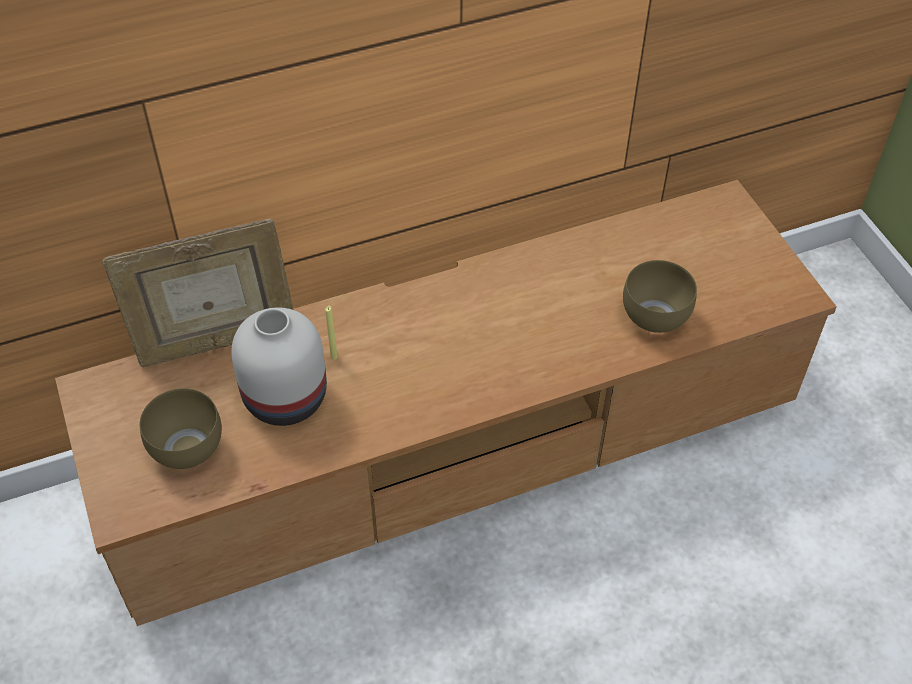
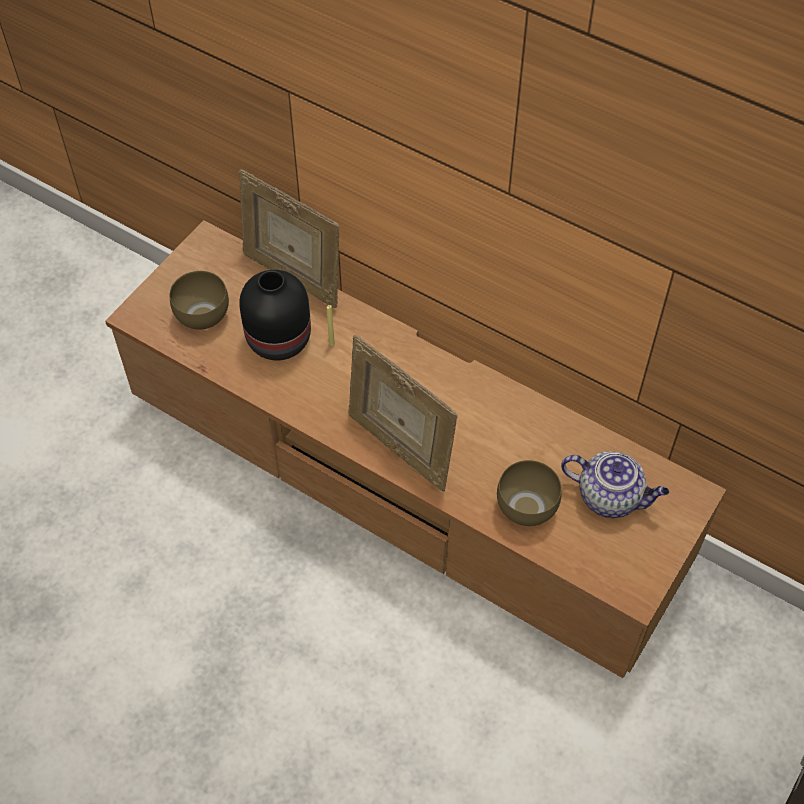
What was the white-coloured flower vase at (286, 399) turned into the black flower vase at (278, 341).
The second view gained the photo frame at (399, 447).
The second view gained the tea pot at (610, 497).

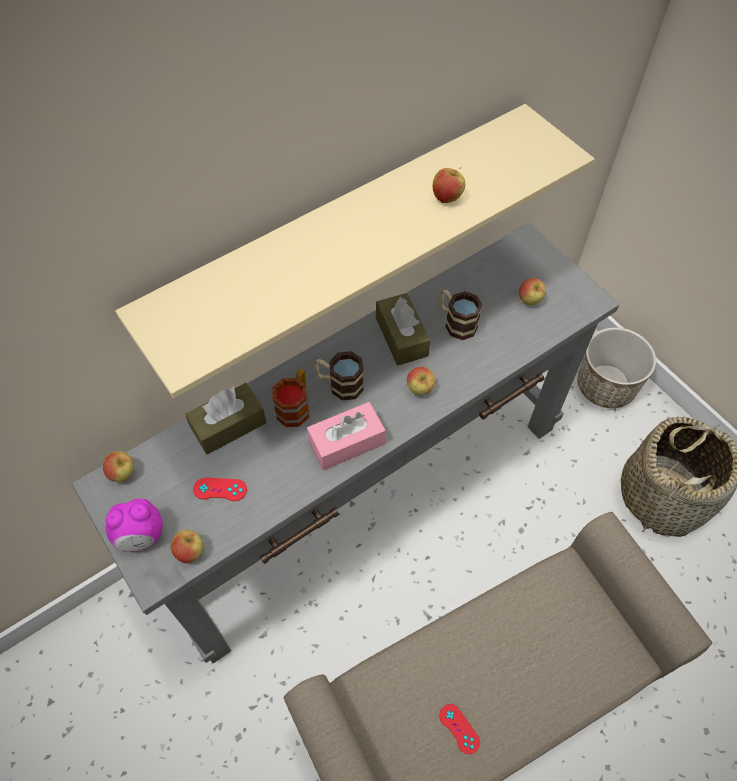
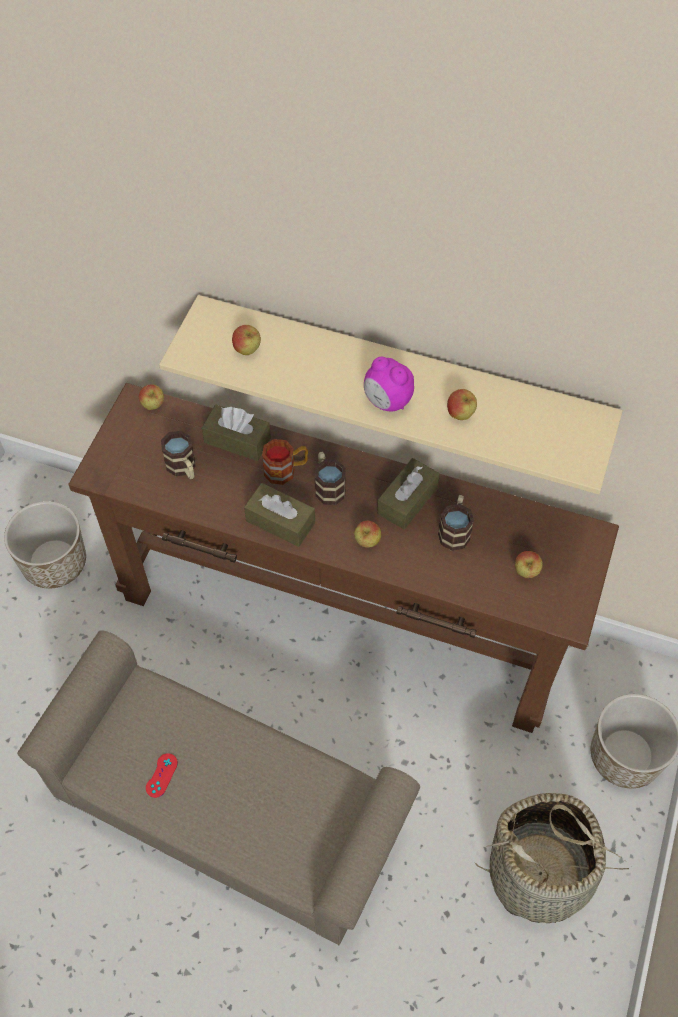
What was the gray console table at (366, 496) turned into the brown-coloured console table at (340, 618).
What was the pinkish tissue box at (346, 443) turned into the brown-coloured tissue box at (280, 521).
Where the red gamepad stood at (220, 489), the coffee mug came to stand at (183, 468).
The bedside clock ended up elsewhere, having gone from (141, 536) to (387, 402).
The whole apple ended up elsewhere, having gone from (190, 552) to (247, 350).
The second view gained the planter at (55, 563).

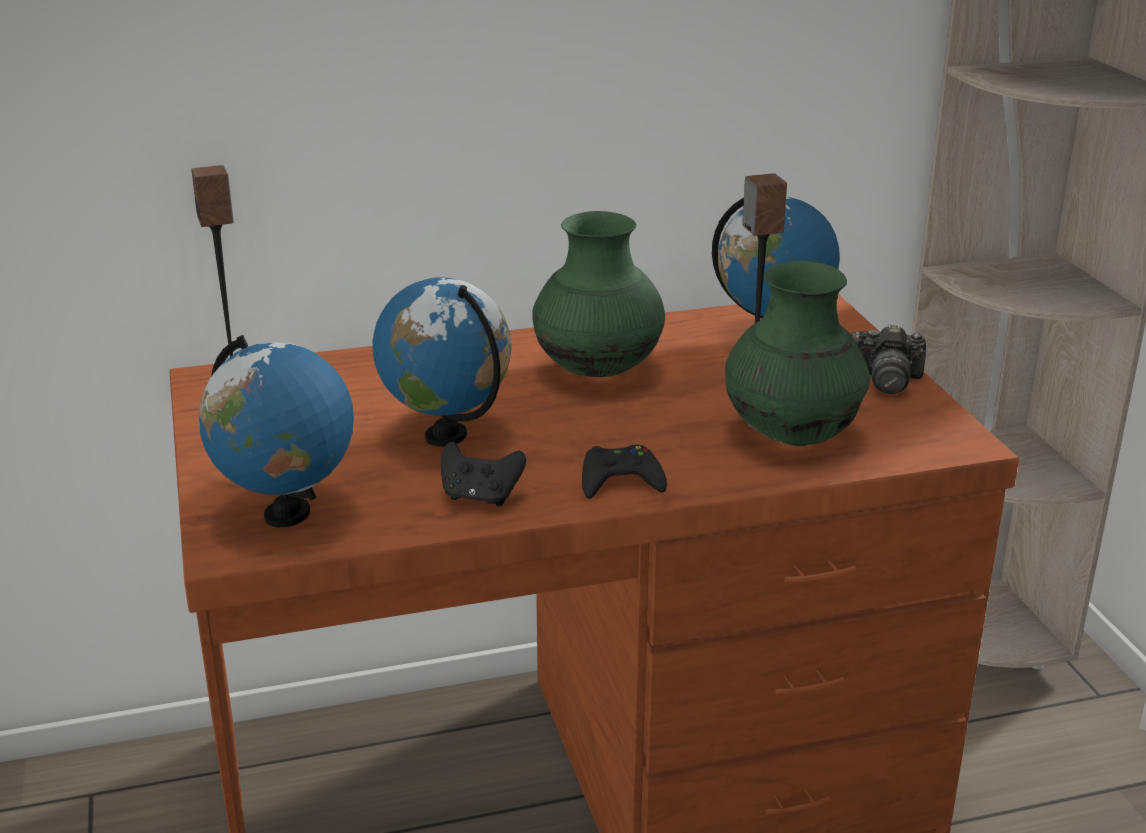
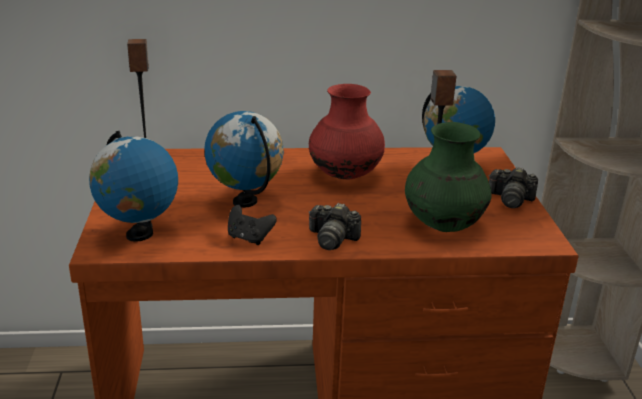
What was the green flower vase at (598, 371) turned into the red flower vase at (345, 175).
Where the black gamepad stood at (620, 481), the still camera came to stand at (332, 239).

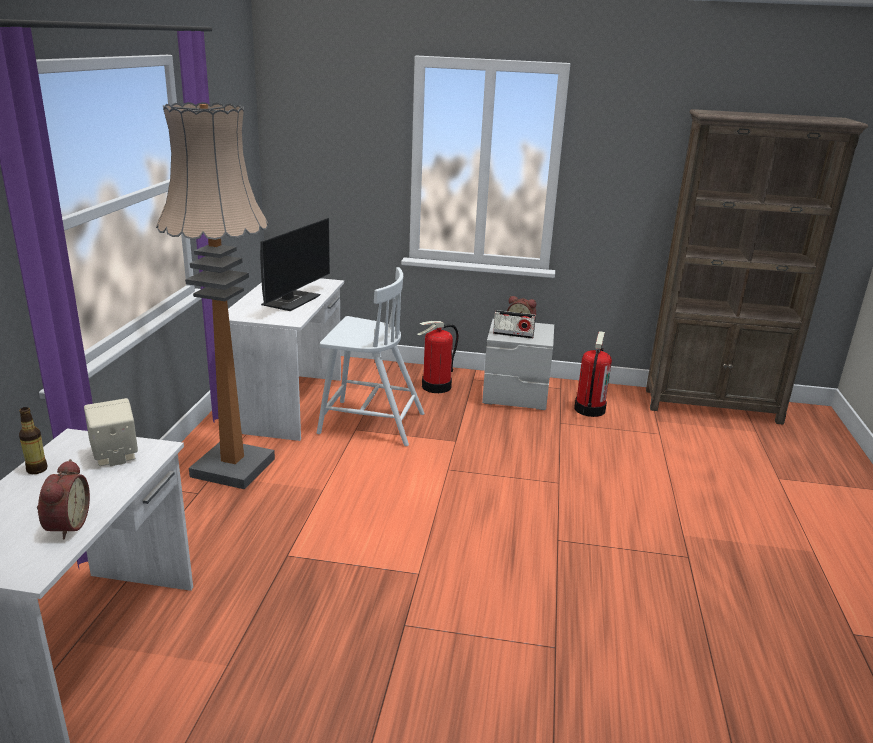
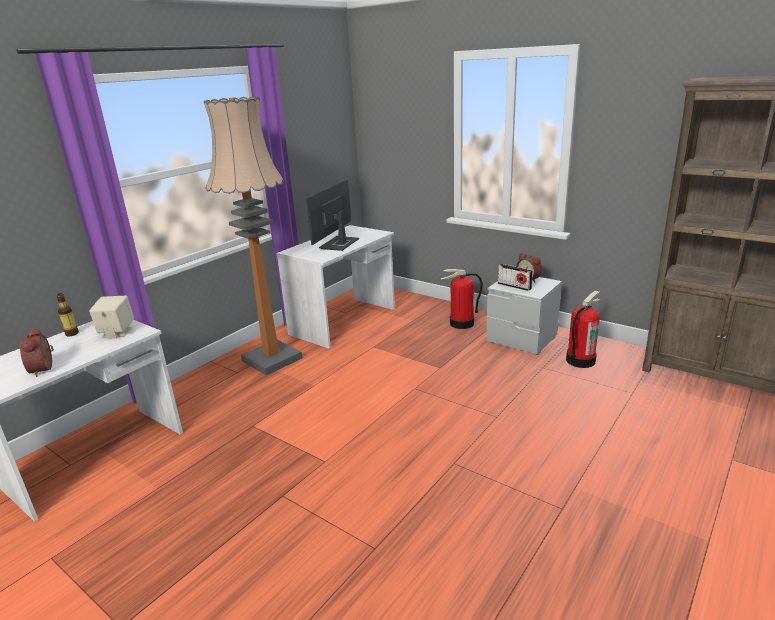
The computer display at (292, 300) ended up facing another way, 150 degrees clockwise from before.
The second view lost the white-coloured plain chair at (369, 423).
The bedside clock at (65, 525) ended up facing another way, 135 degrees clockwise from before.

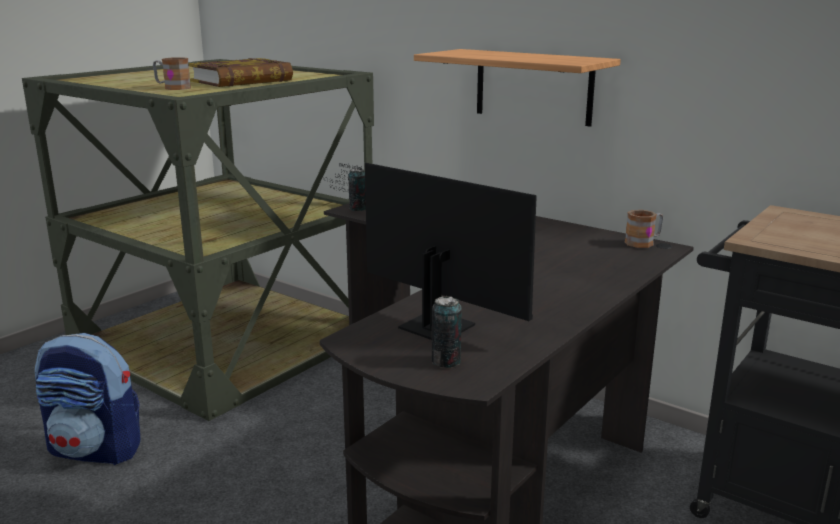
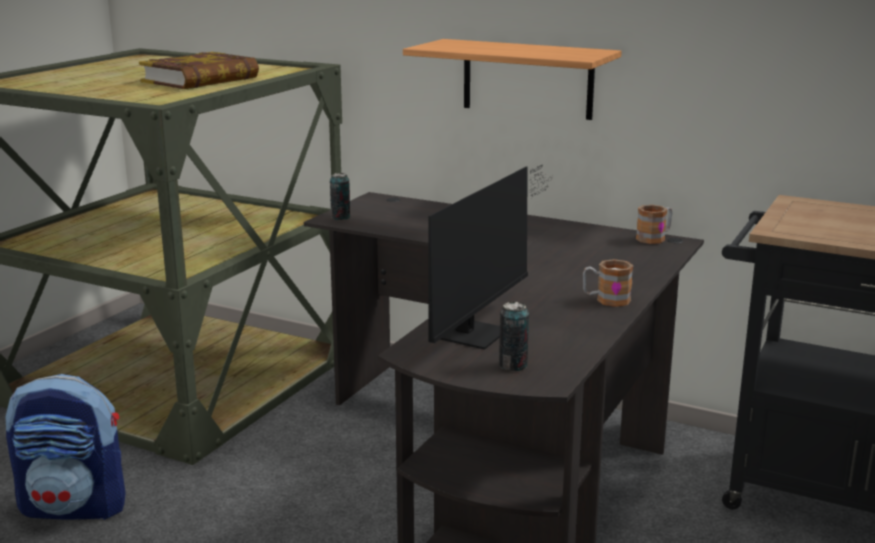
The coffee mug ended up elsewhere, having gone from (172, 88) to (606, 300).
The computer display at (430, 322) ended up facing another way, 90 degrees clockwise from before.

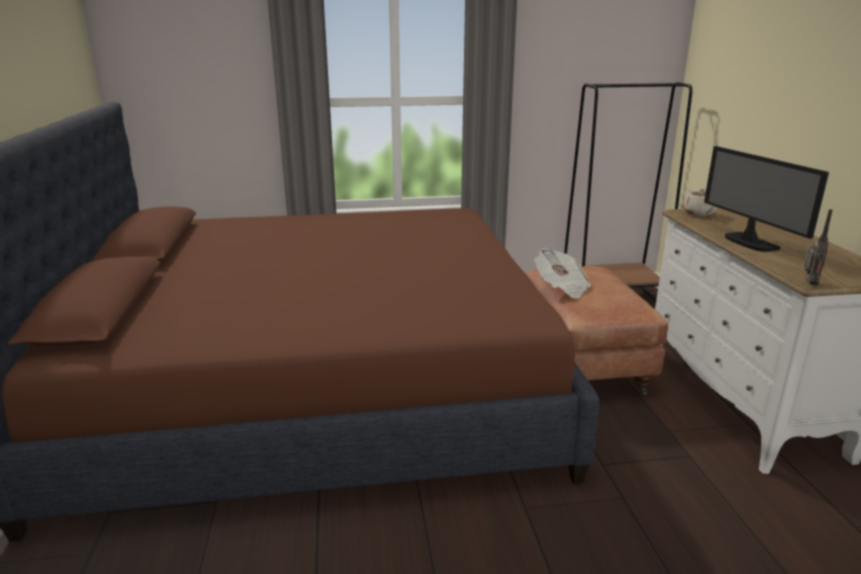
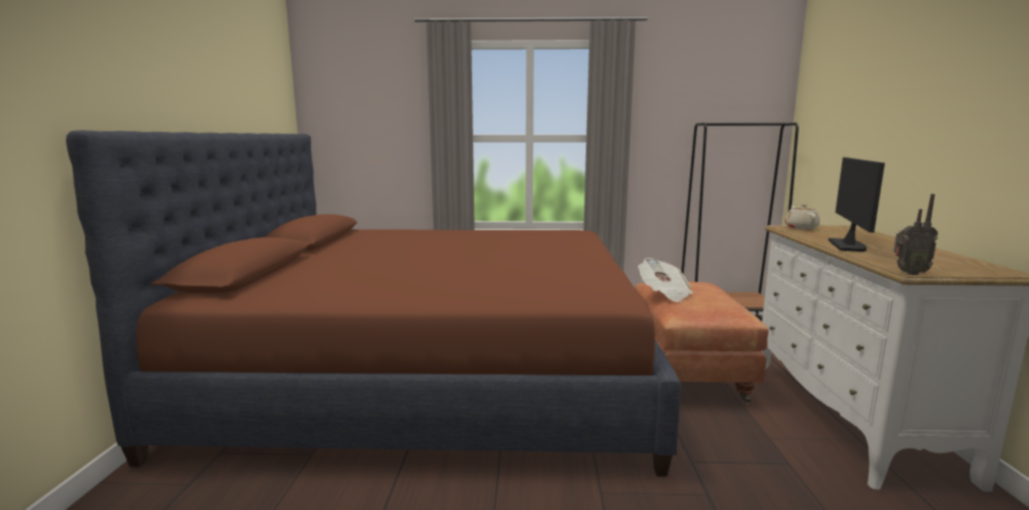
The computer display at (748, 243) ended up facing another way, 150 degrees counterclockwise from before.
The radio at (808, 284) ended up facing another way, 60 degrees clockwise from before.

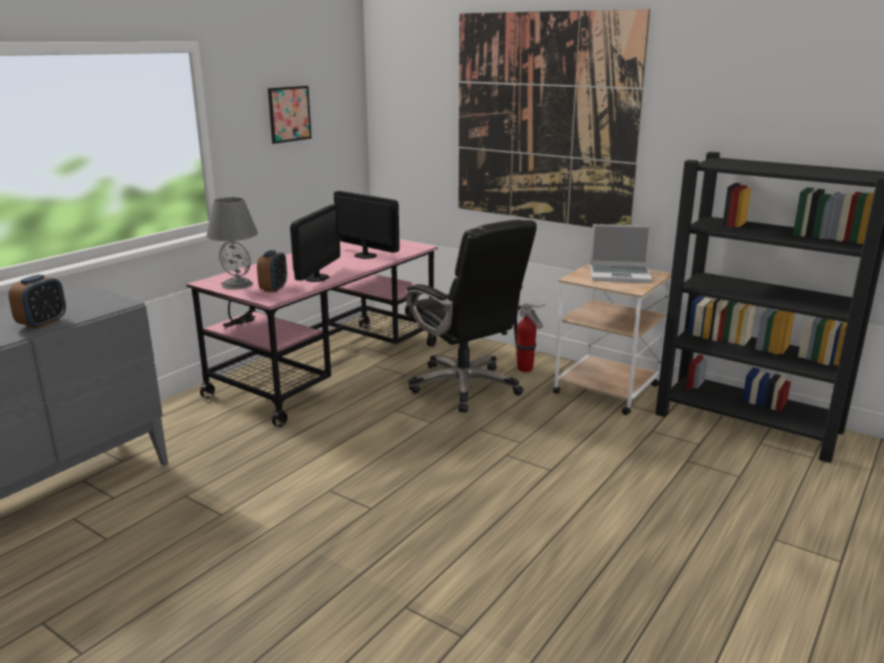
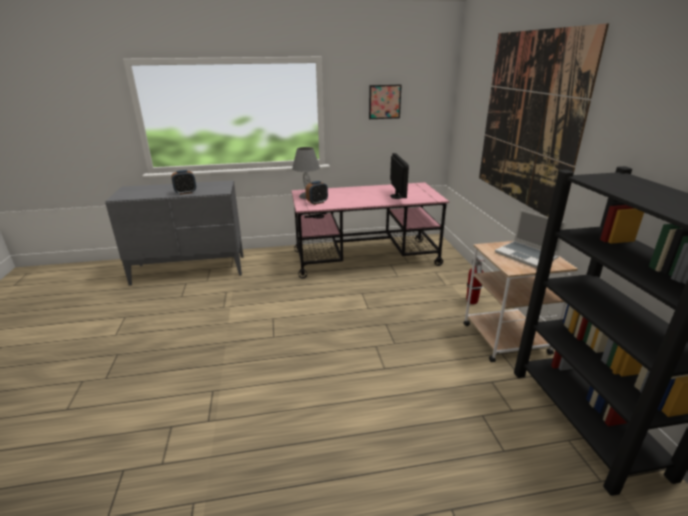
The second view lost the computer display at (316, 278).
The second view lost the black office chair at (464, 386).

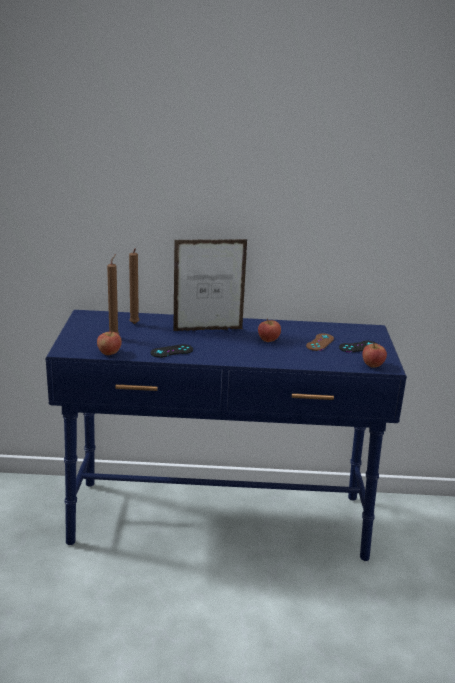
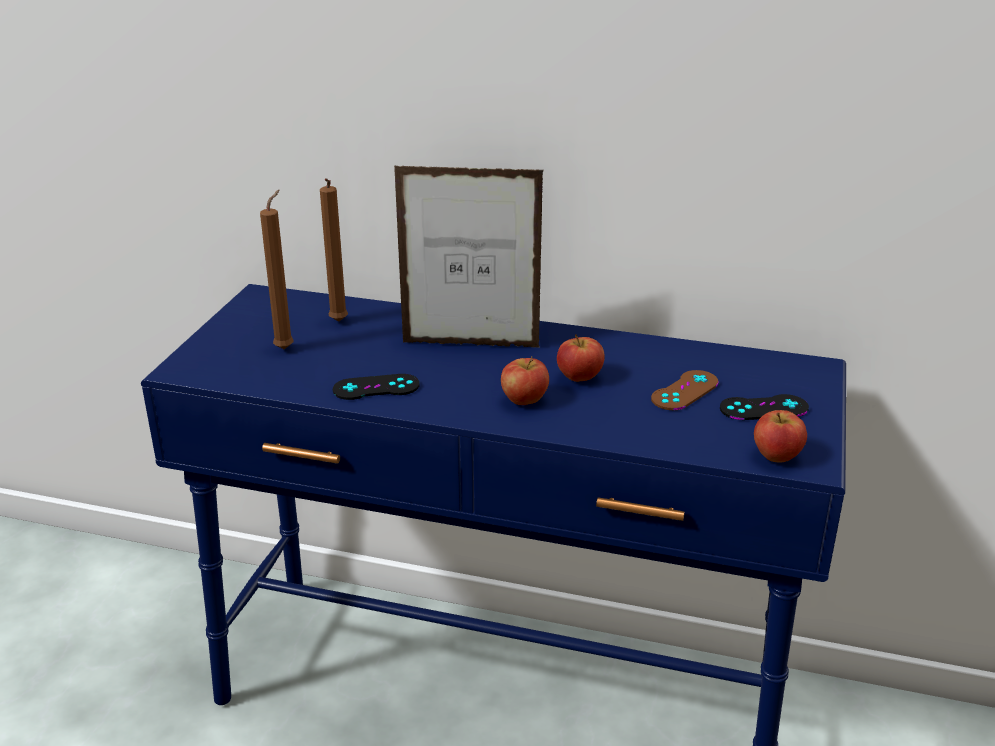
The whole apple ended up elsewhere, having gone from (109, 353) to (524, 400).

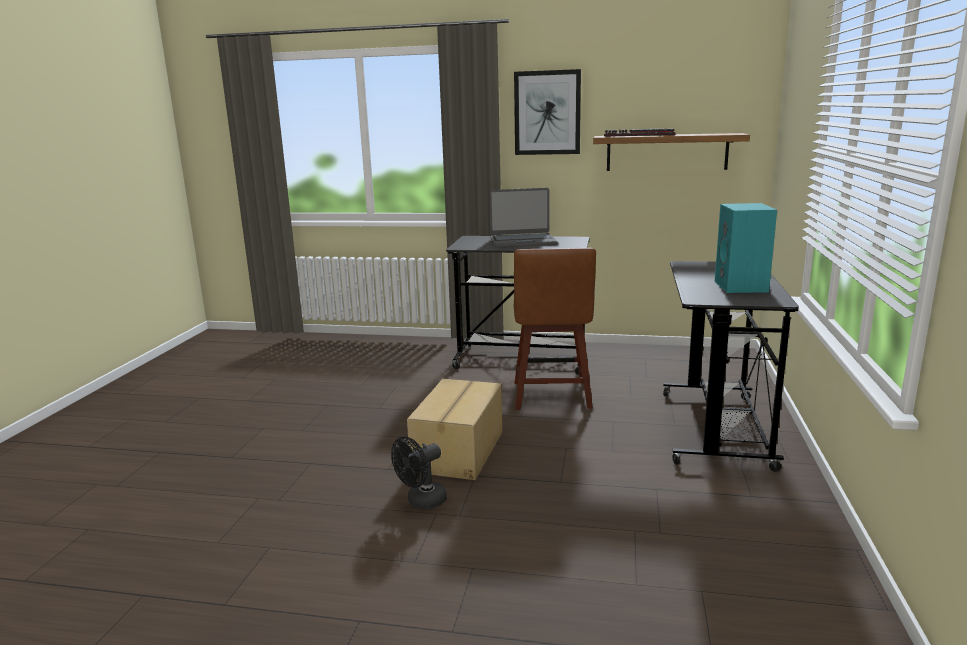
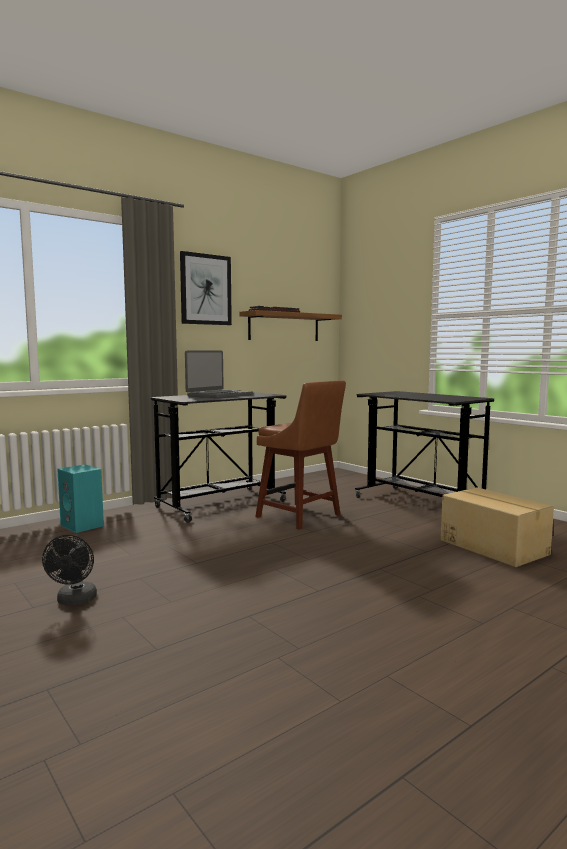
The turquoise-coloured audio speaker ended up elsewhere, having gone from (742, 287) to (83, 525).
The cardboard box ended up elsewhere, having gone from (460, 451) to (494, 547).
The black fan ended up elsewhere, having gone from (421, 502) to (75, 601).

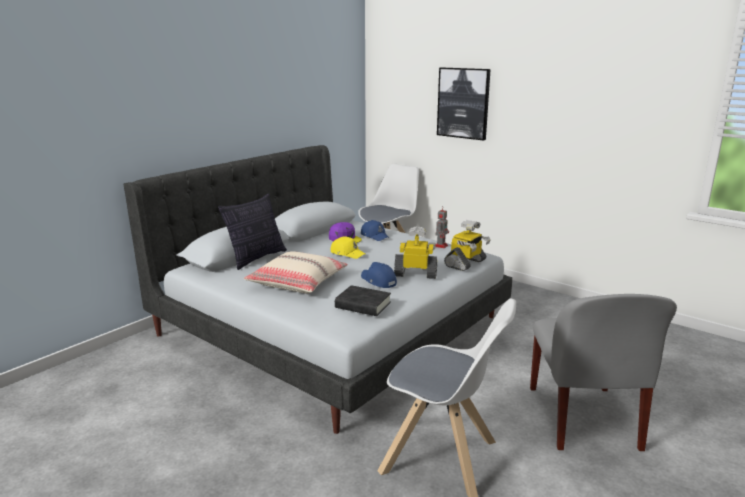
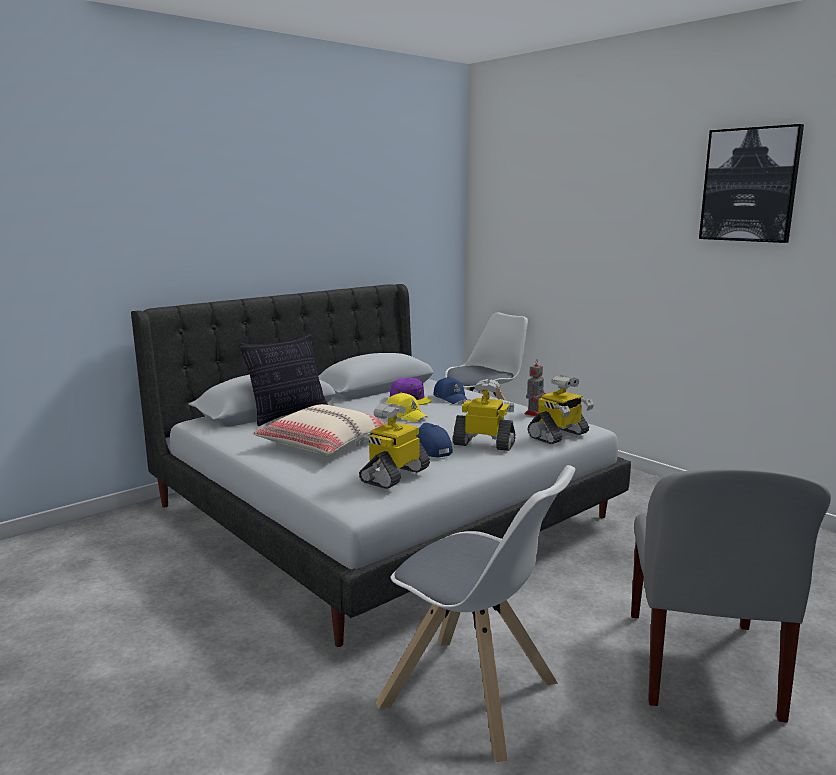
The wall art ended up elsewhere, having gone from (463, 103) to (749, 185).
Where the black book stood at (363, 305), the toy robot came to stand at (394, 475).

